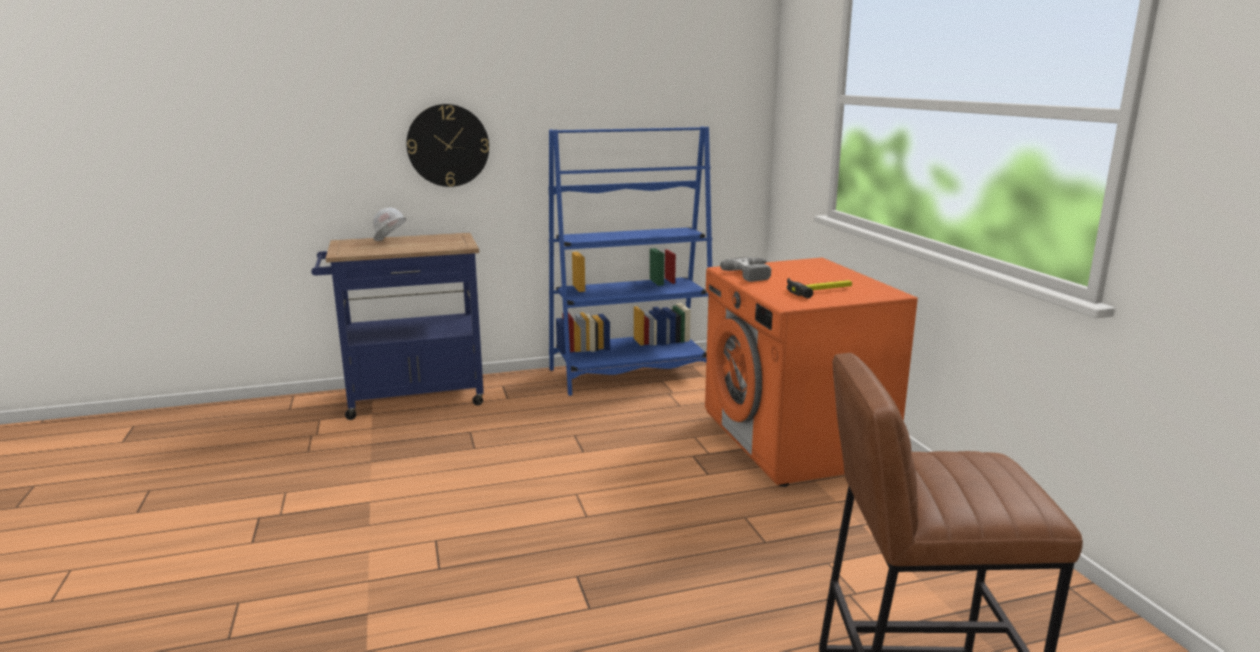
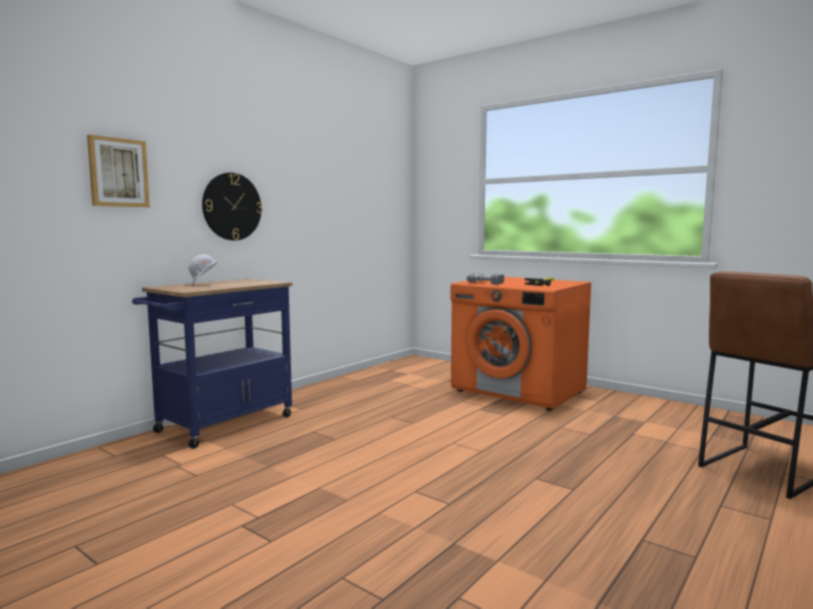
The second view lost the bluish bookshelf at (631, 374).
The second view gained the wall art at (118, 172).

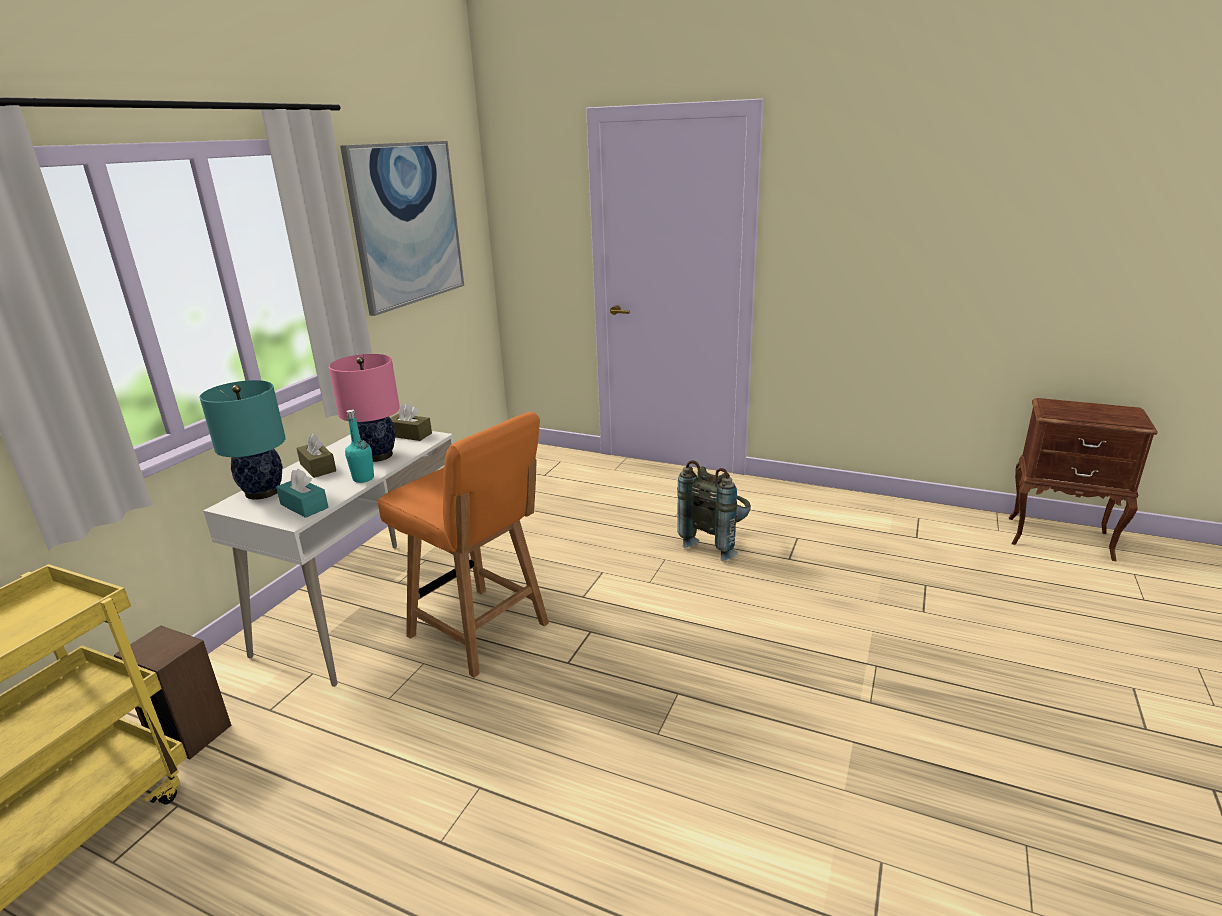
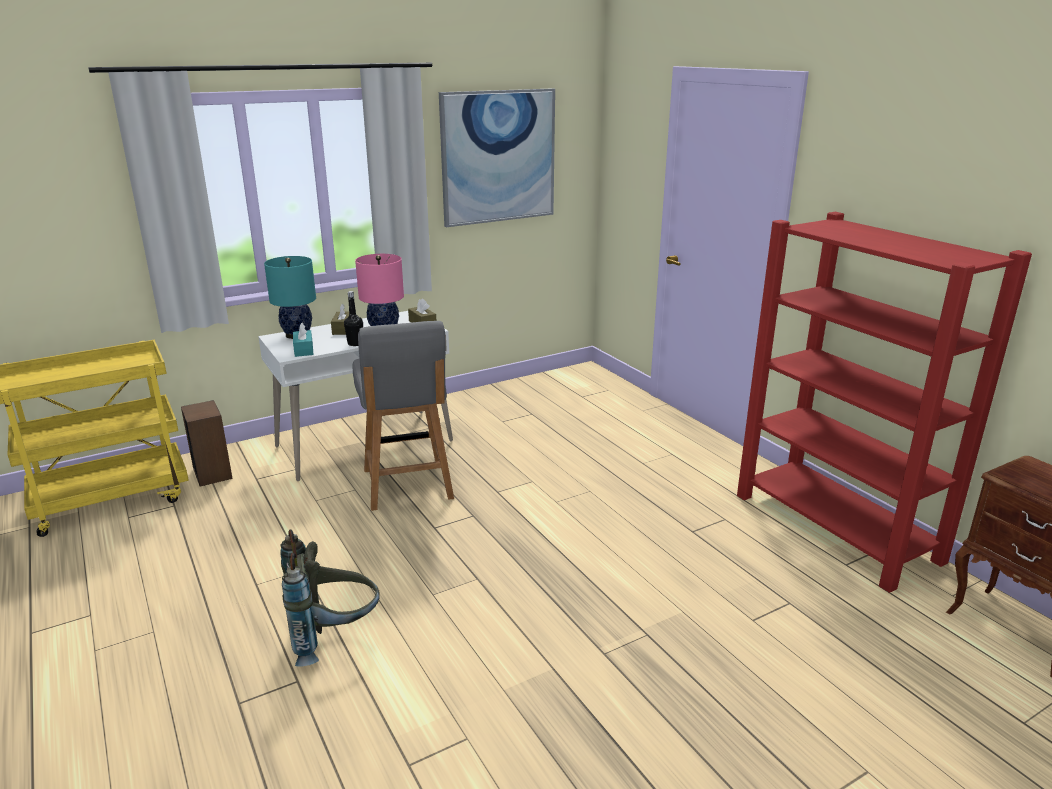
What was the turquoise-coloured bottle at (363, 478) turned into the black bottle at (355, 343).
What was the orangey plain chair at (480, 631) turned into the gray plain chair at (407, 485).
The gray knapsack ended up elsewhere, having gone from (716, 542) to (334, 637).
The second view gained the red bookshelf at (835, 527).

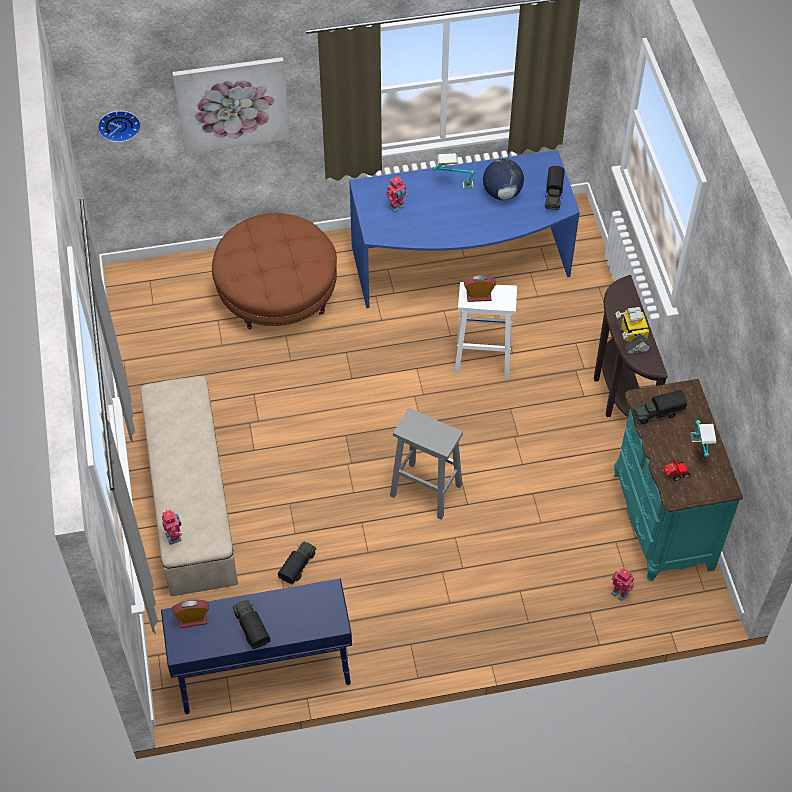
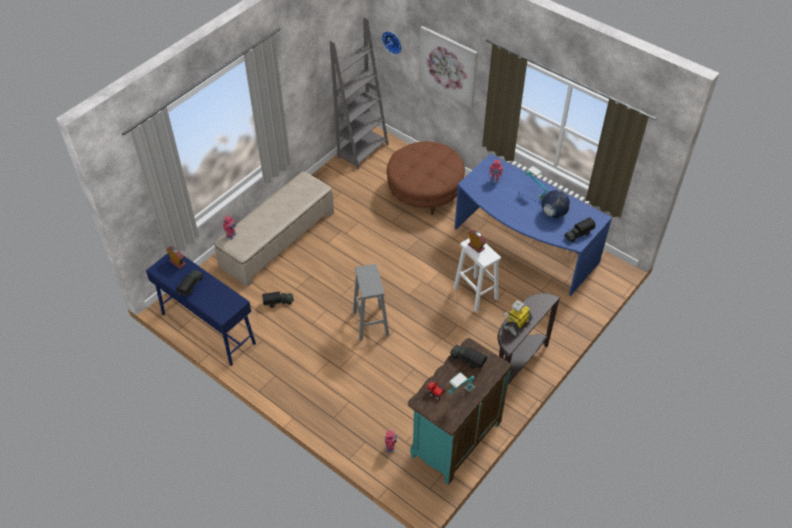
The second view gained the gray bookshelf at (362, 150).

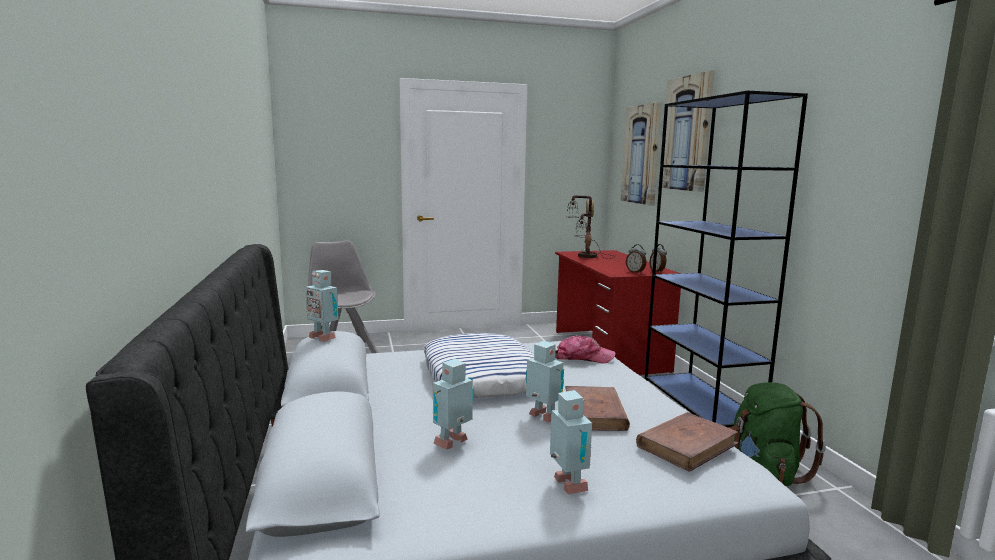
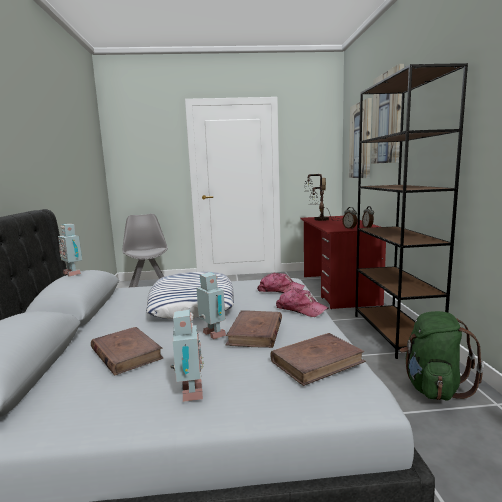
What was the bluish bookshelf at (700, 408) turned into the brown-coloured bookshelf at (395, 333).
Where the toy robot stood at (453, 443), the brown-coloured book came to stand at (126, 353).
The second view gained the peaked cap at (300, 309).

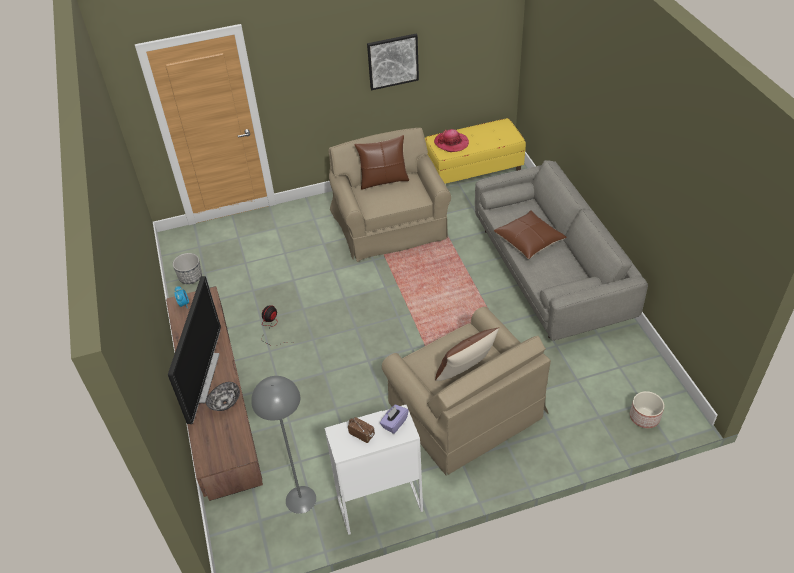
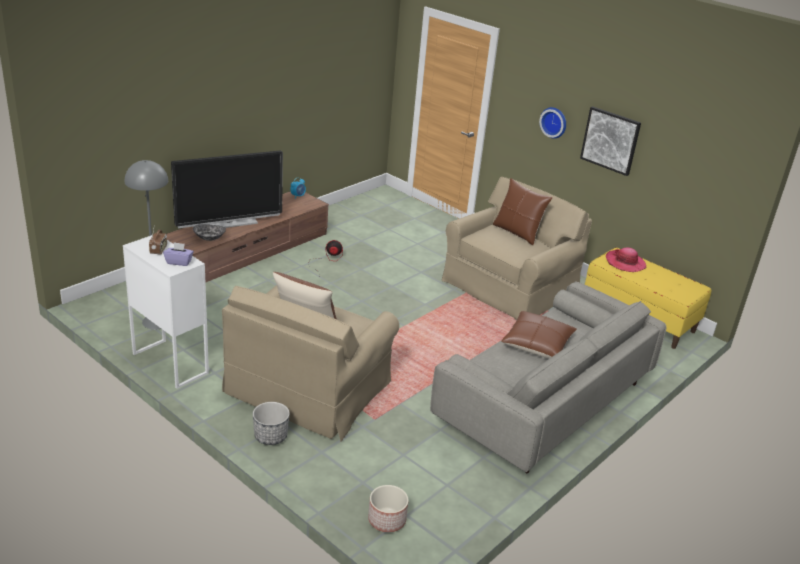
The planter ended up elsewhere, having gone from (190, 277) to (271, 436).
The second view gained the hanging clock at (554, 122).

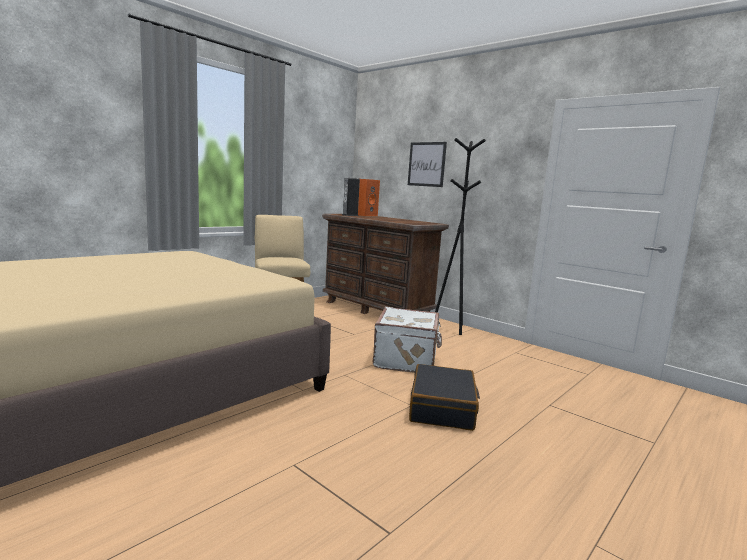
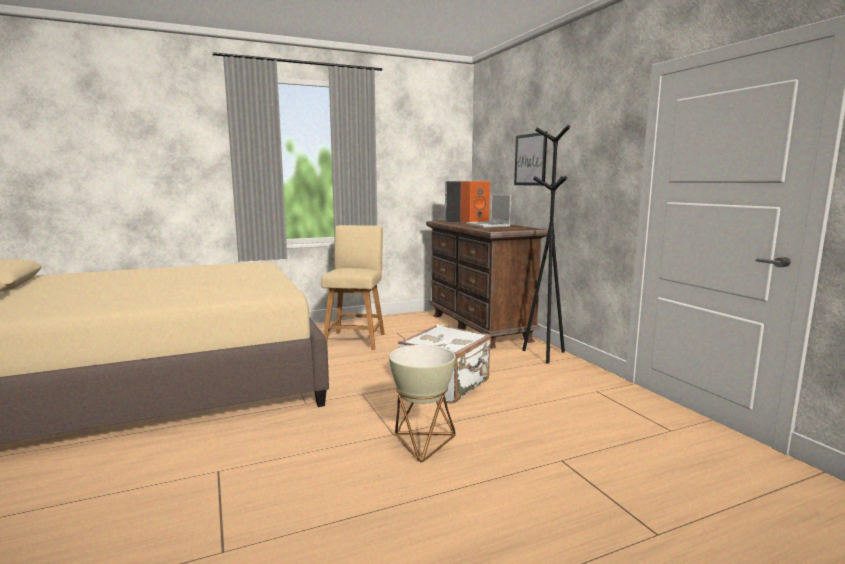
Where the black suitcase stood at (442, 408), the planter came to stand at (422, 442).
The second view gained the notebook computer at (488, 226).

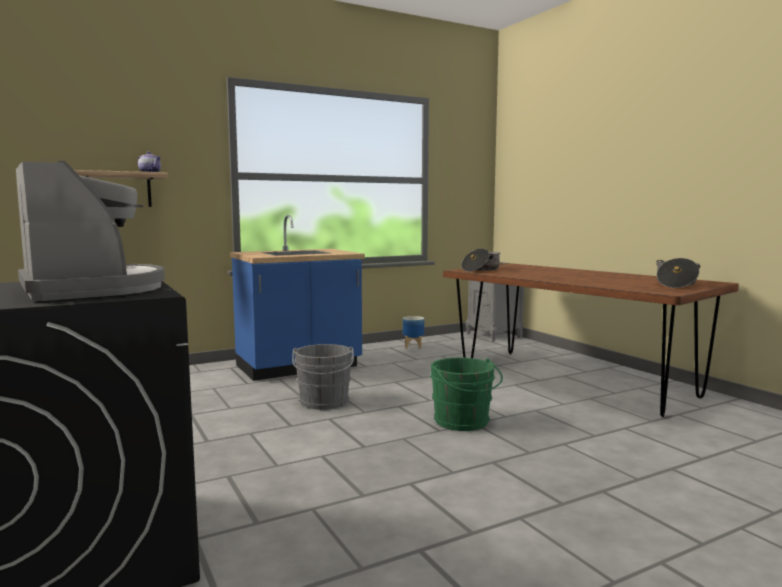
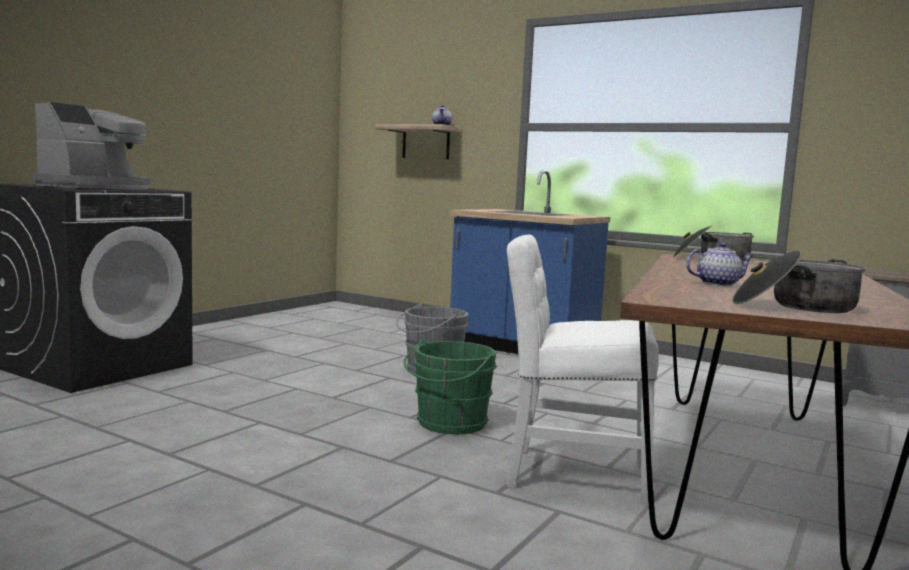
The second view lost the planter at (413, 347).
The second view gained the white-coloured plain chair at (569, 474).
The second view gained the tea pot at (718, 284).

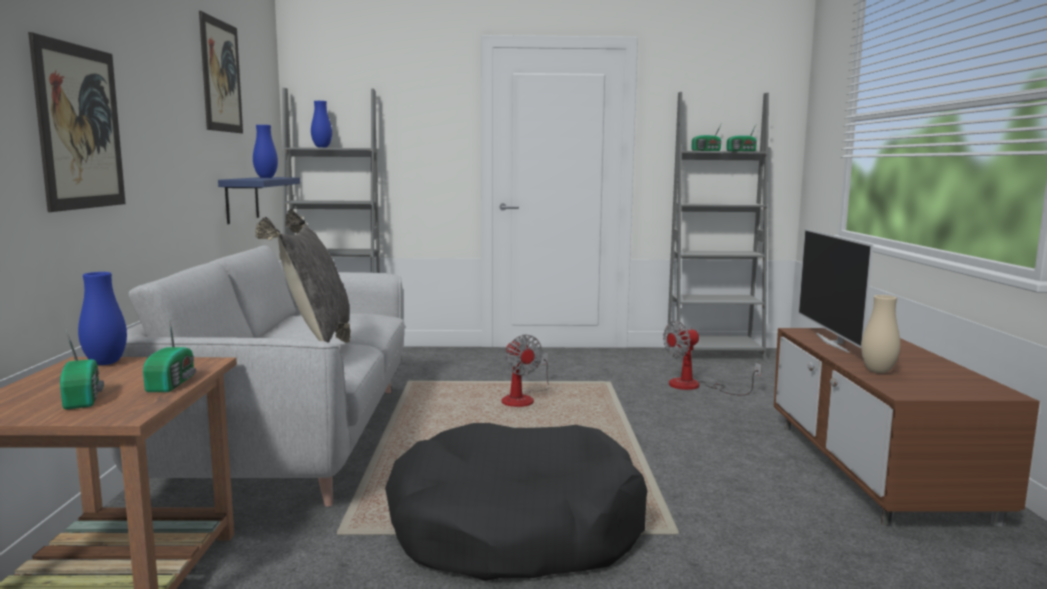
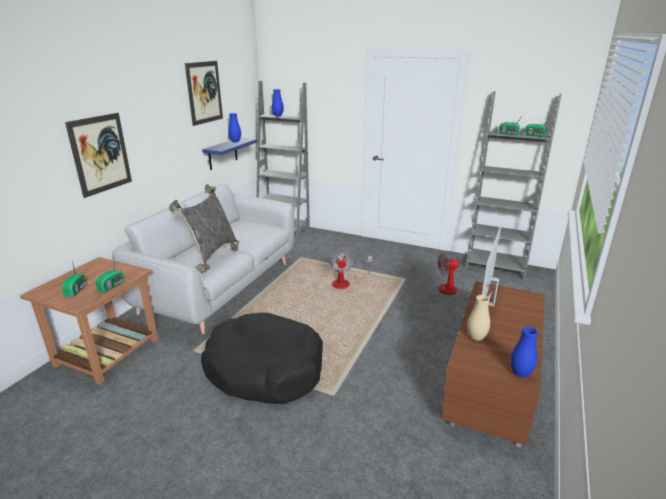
The bluish flower vase ended up elsewhere, having gone from (105, 363) to (520, 373).

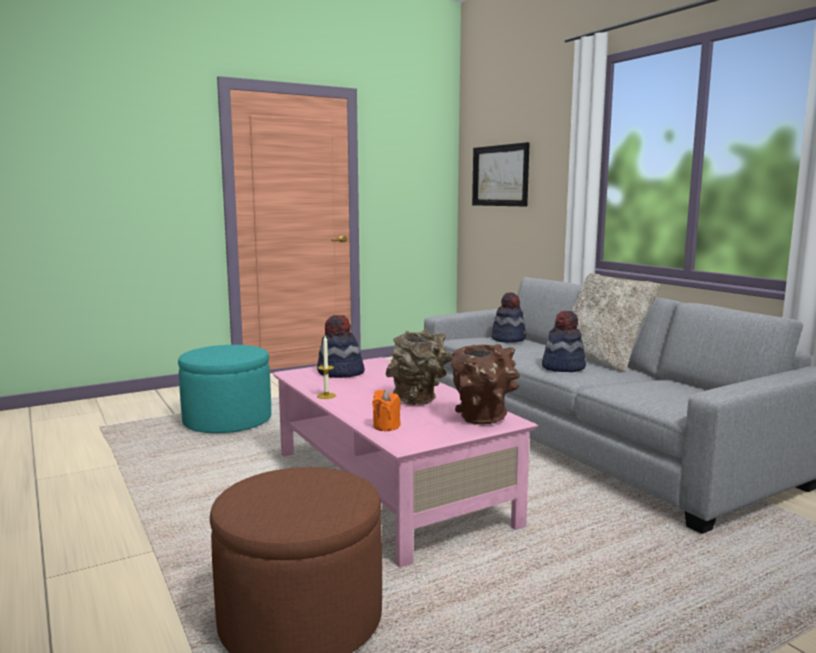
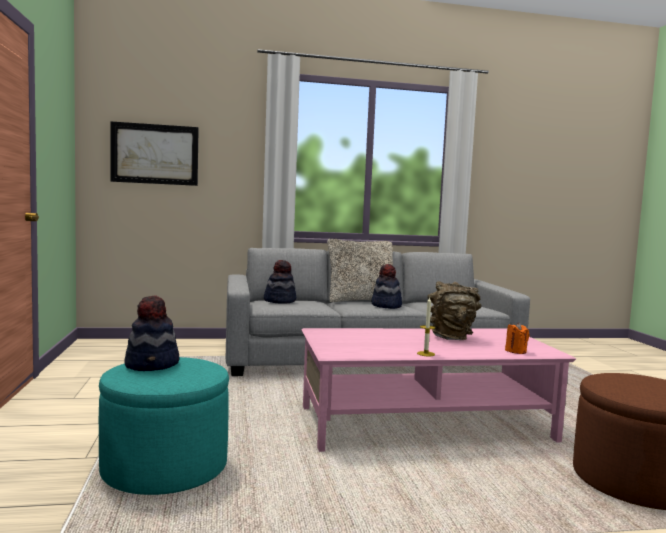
The hat ended up elsewhere, having gone from (340, 373) to (153, 364).
The second view lost the brown-coloured flower vase at (483, 420).

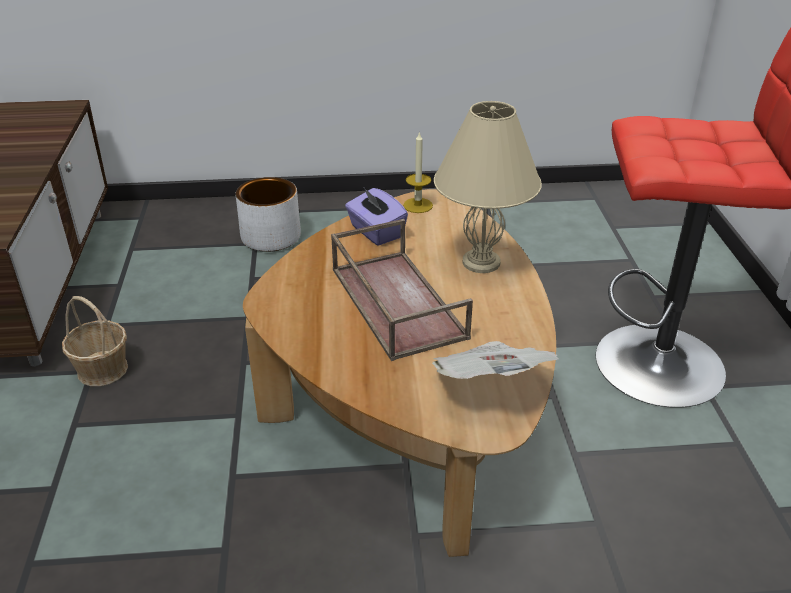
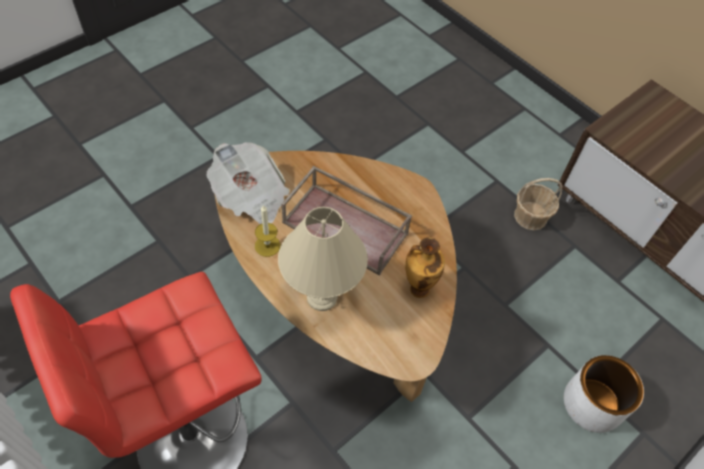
The candle ended up elsewhere, having gone from (418, 205) to (267, 245).
Where the purple-coloured tissue box stood at (375, 232), the flower vase came to stand at (418, 288).

